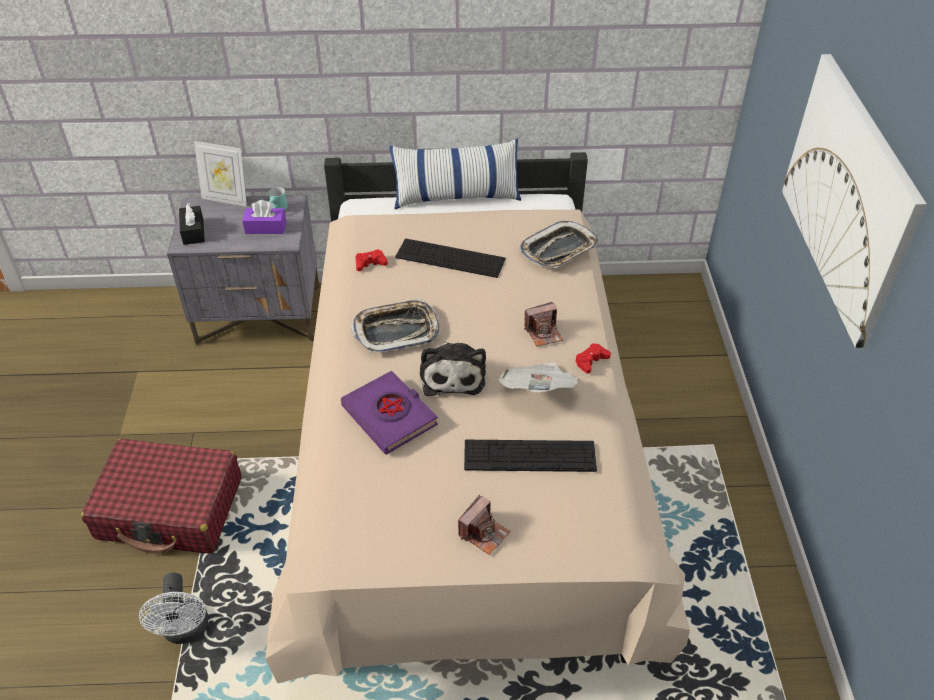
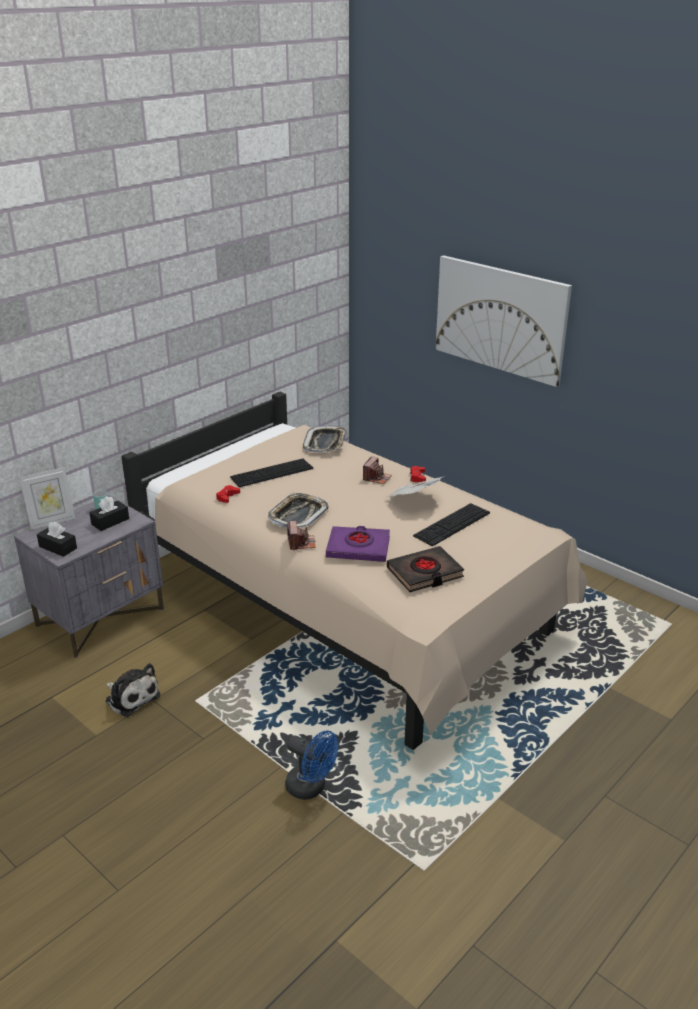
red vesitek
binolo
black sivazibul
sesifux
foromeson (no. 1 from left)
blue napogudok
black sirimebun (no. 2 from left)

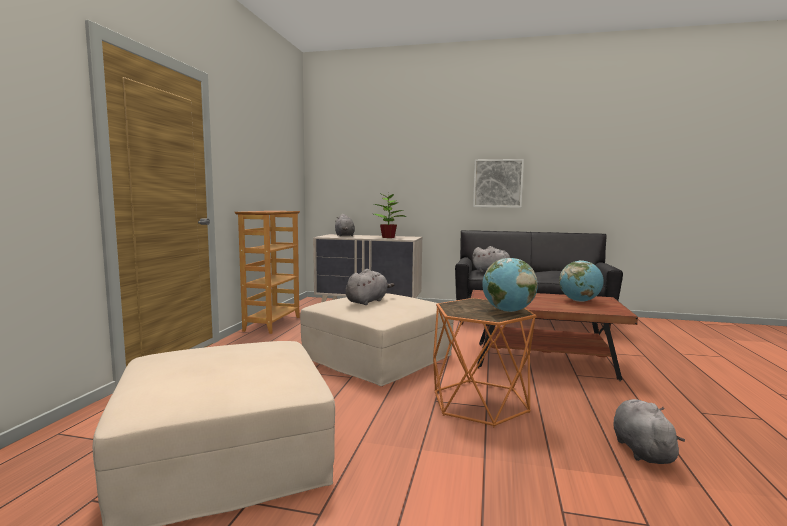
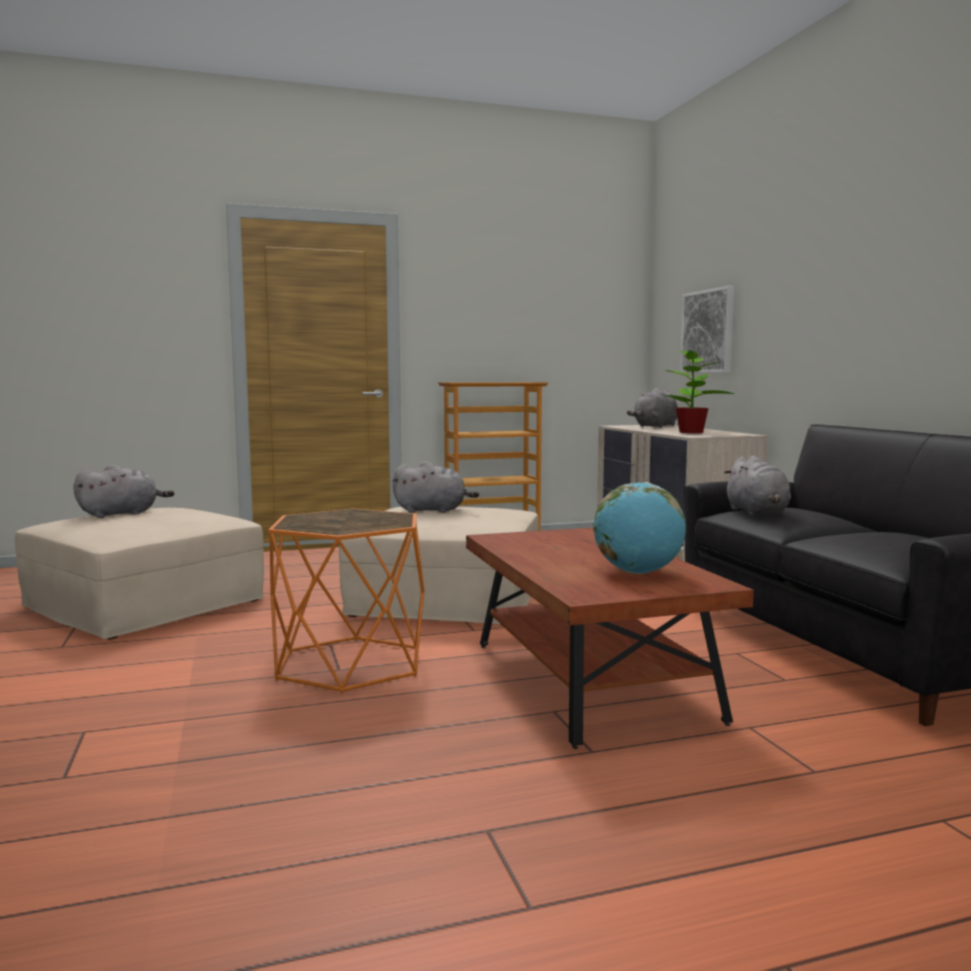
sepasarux (no. 1 from left in the first image)
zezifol
grey sesifux (no. 1 from left)

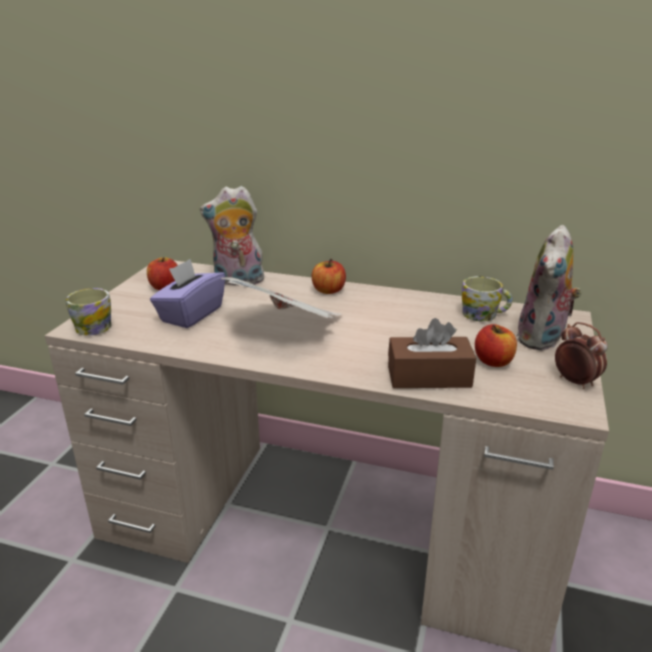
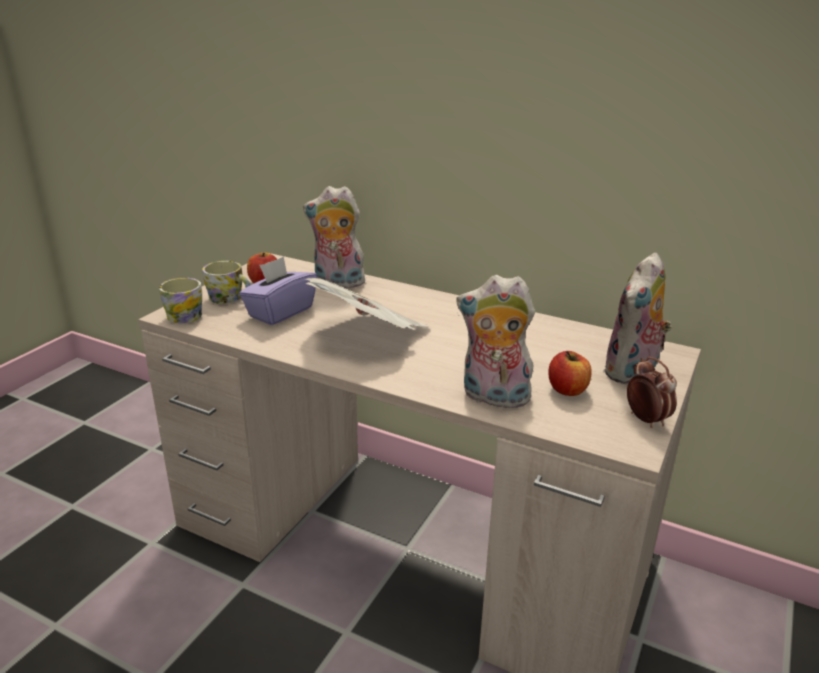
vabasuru (no. 2 from left in the first image)
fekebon (no. 2 from left)
sesifux (no. 2 from left)

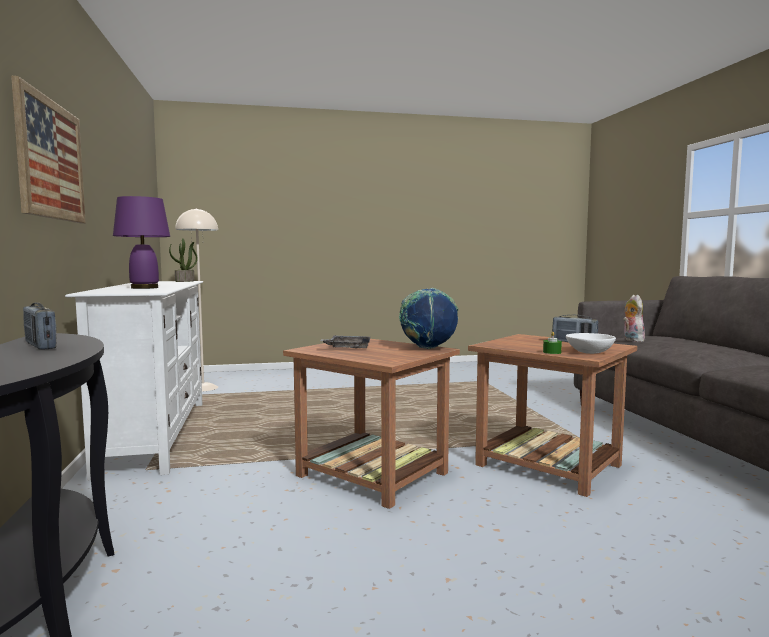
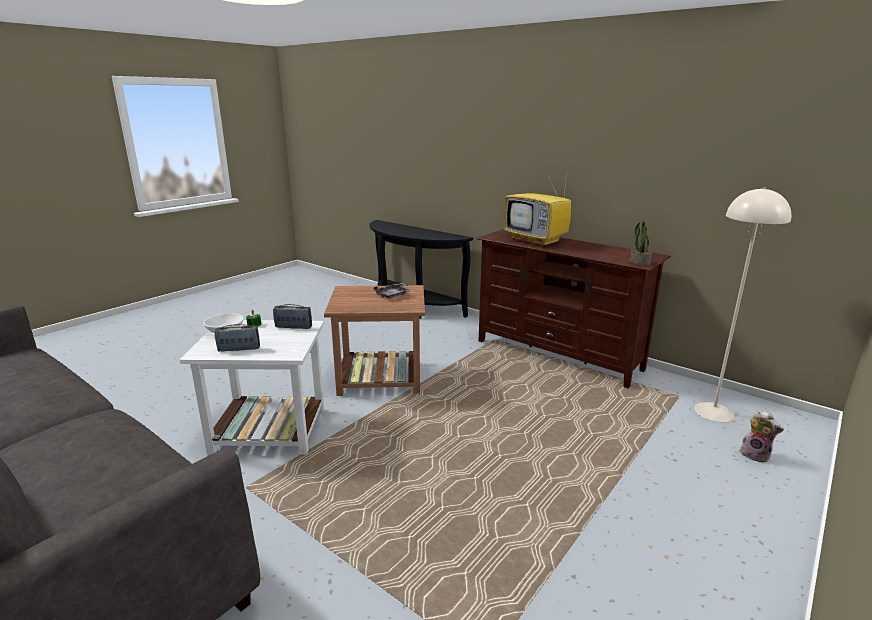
zezifol
sepasarux
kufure (no. 2 from left)
sesifux
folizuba
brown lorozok
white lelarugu

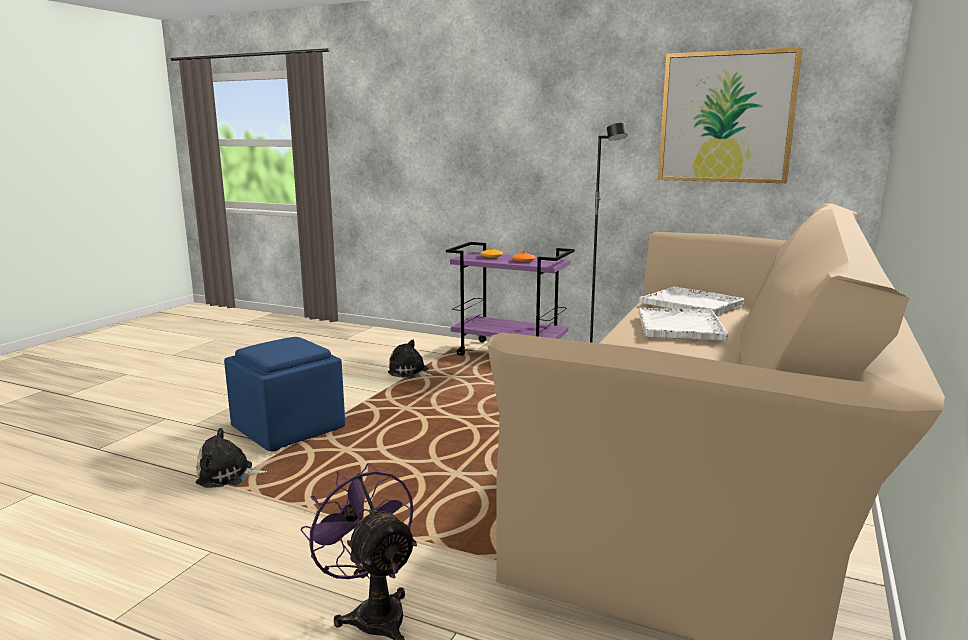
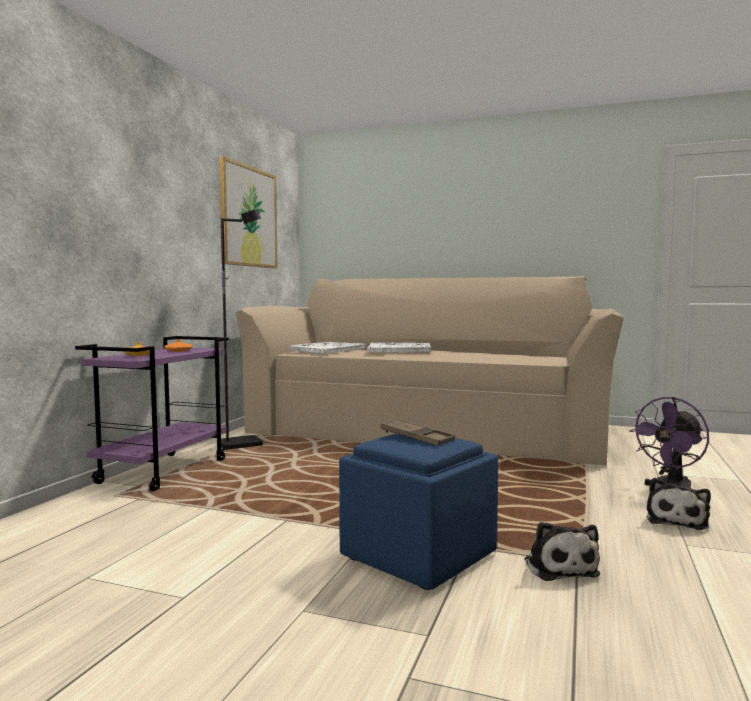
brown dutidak
sesifux (no. 2 from left)

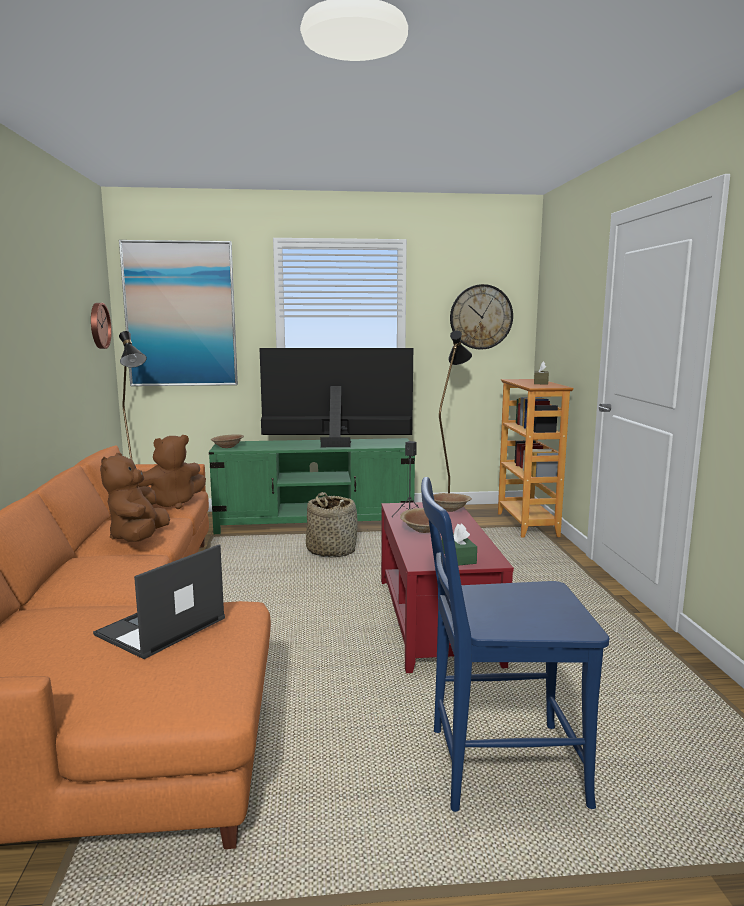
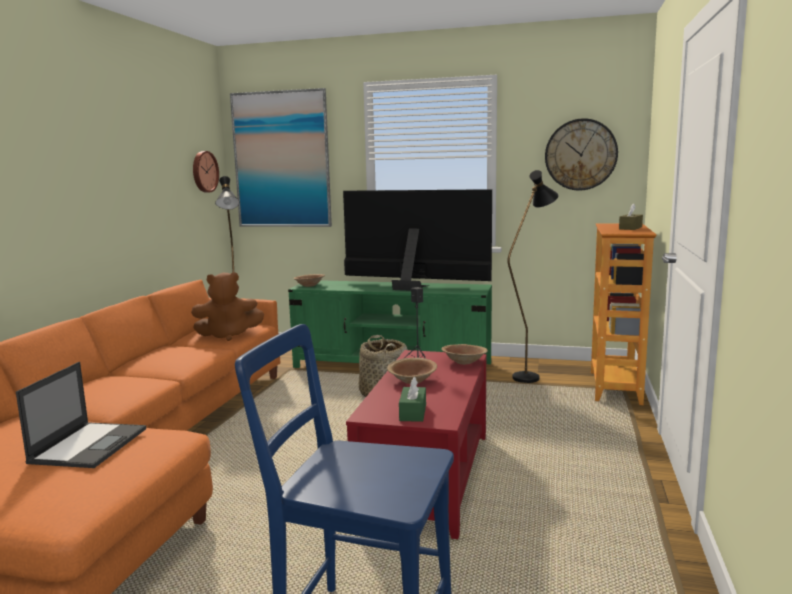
brown sesifux (no. 1 from left in the first image)
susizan

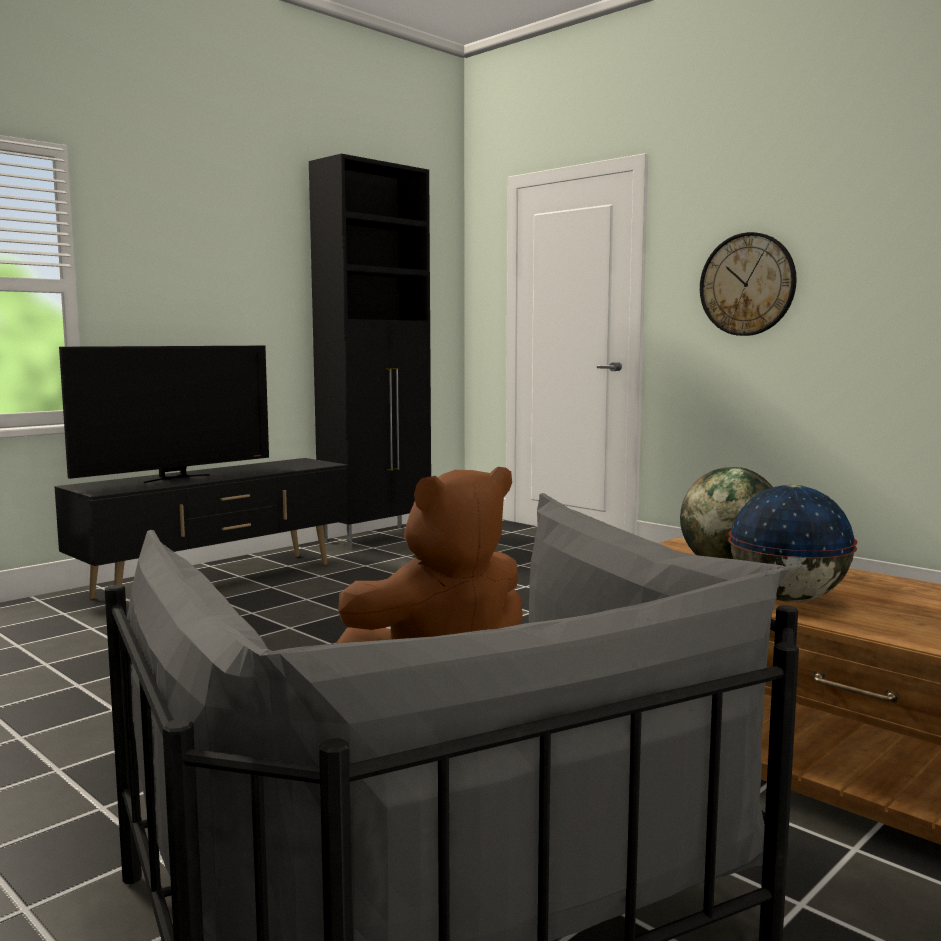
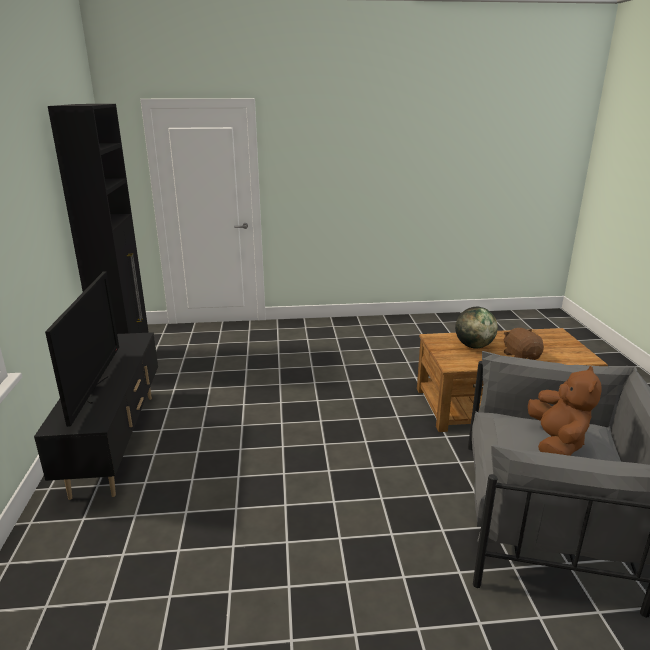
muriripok
brown sesifux (no. 1 from left)

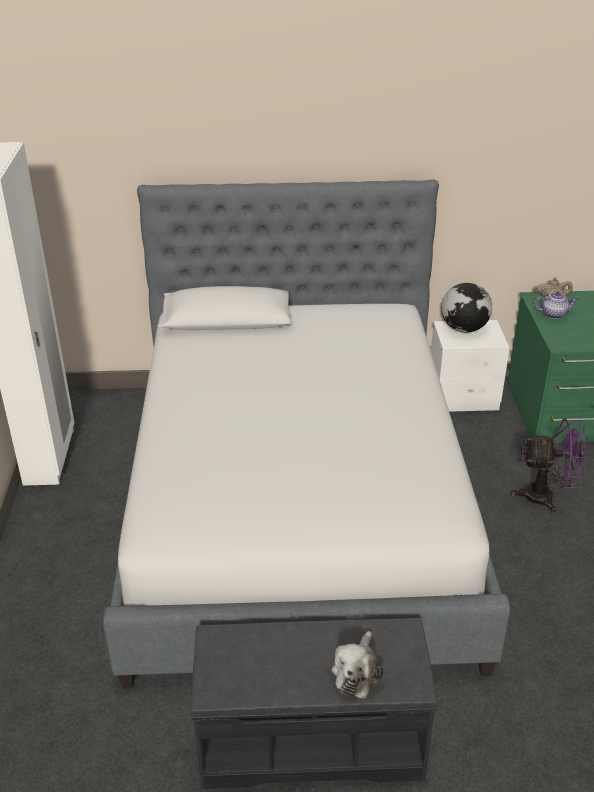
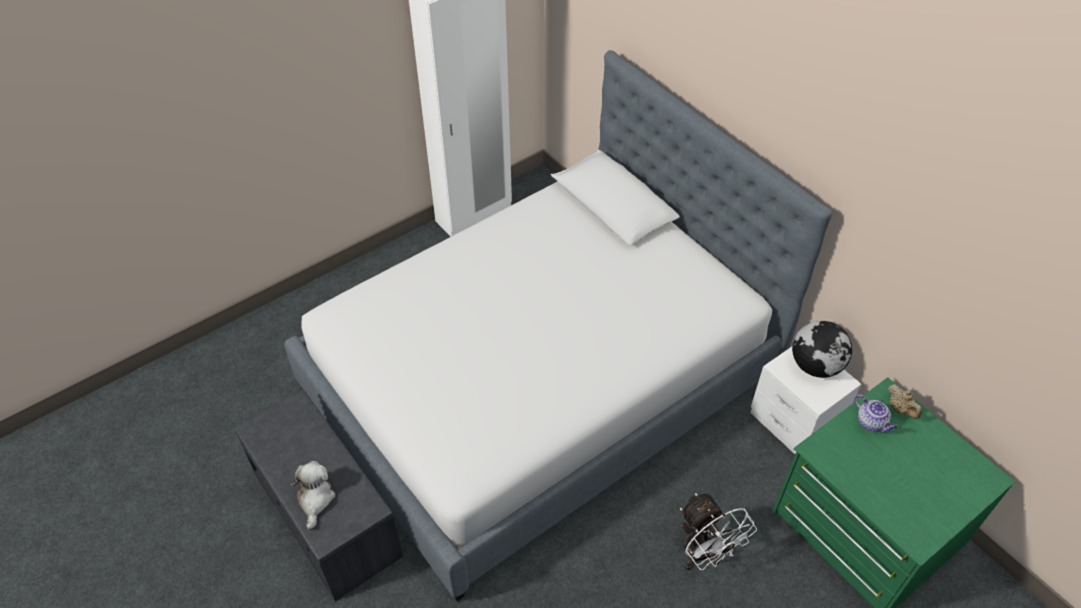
white napogudok
sesifux

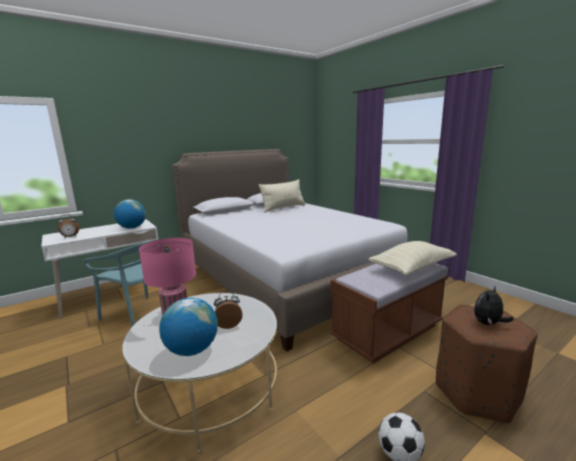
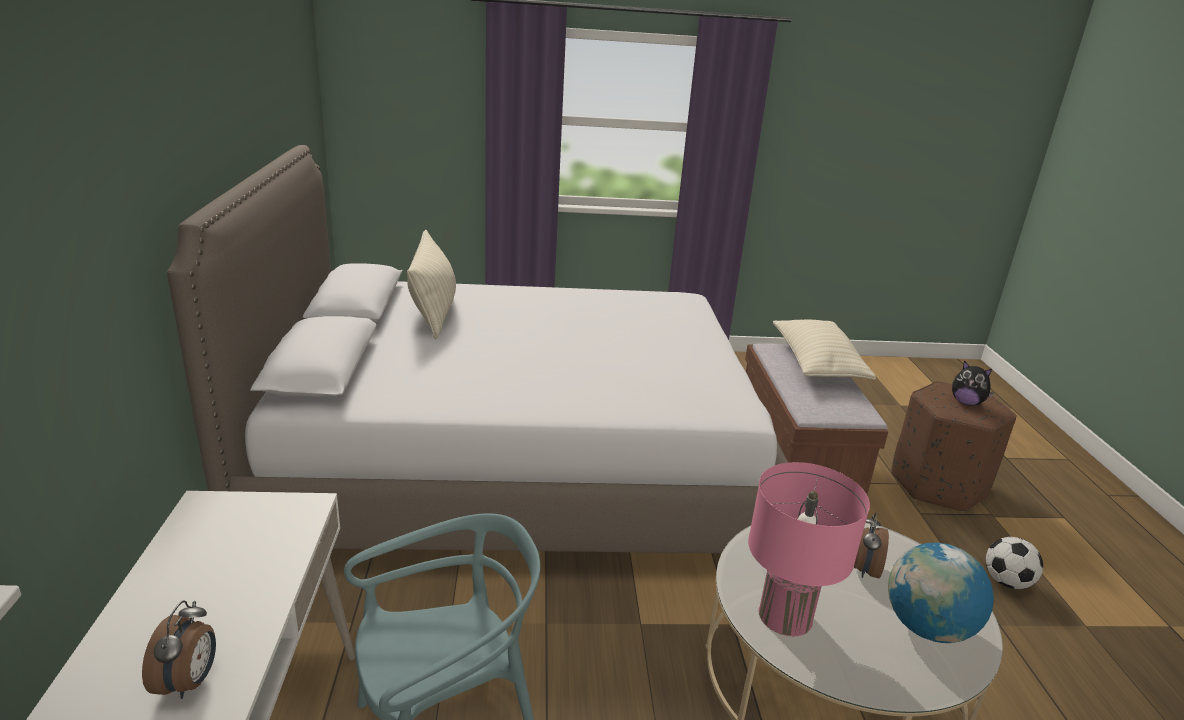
sepasarux (no. 1 from left in the first image)
sesifux

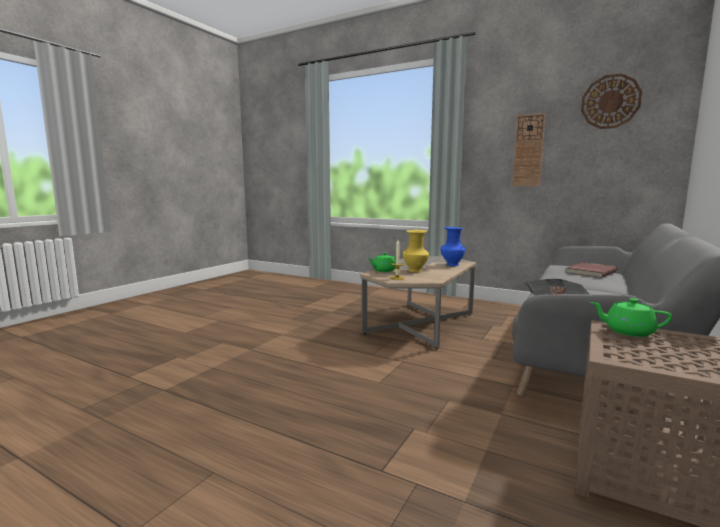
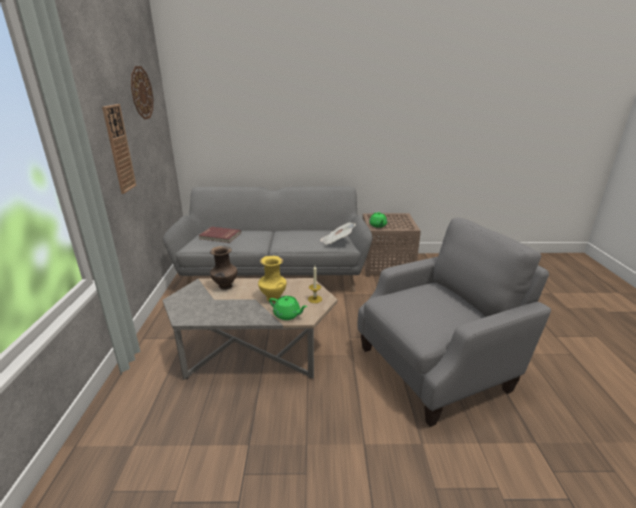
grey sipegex
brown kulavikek

